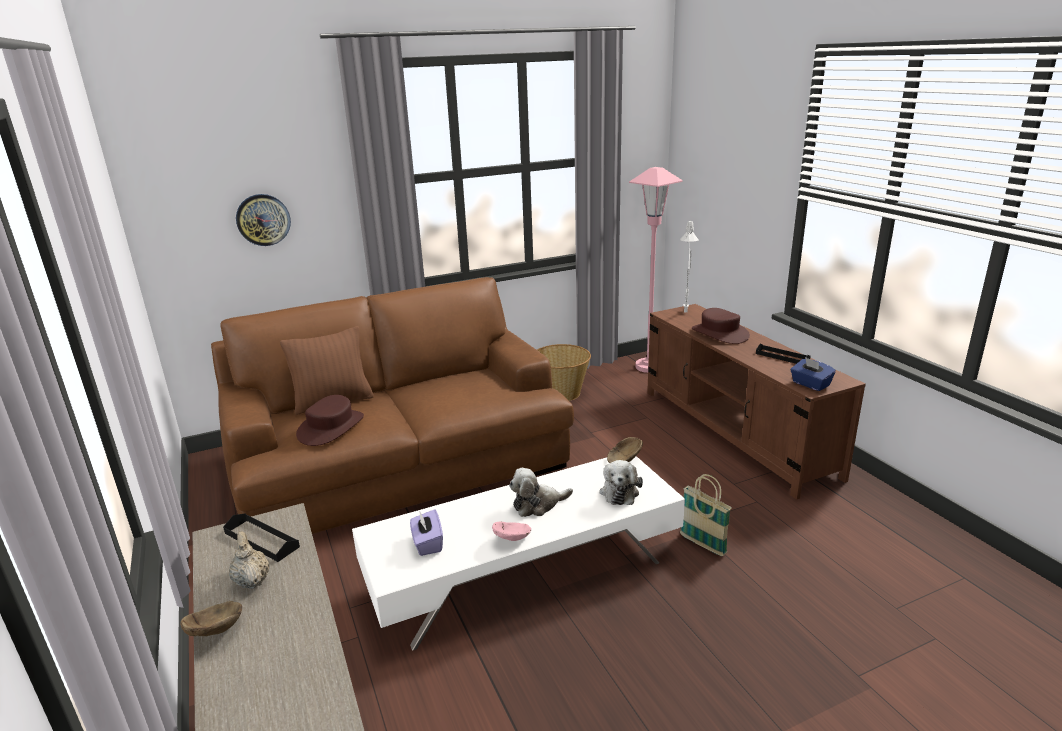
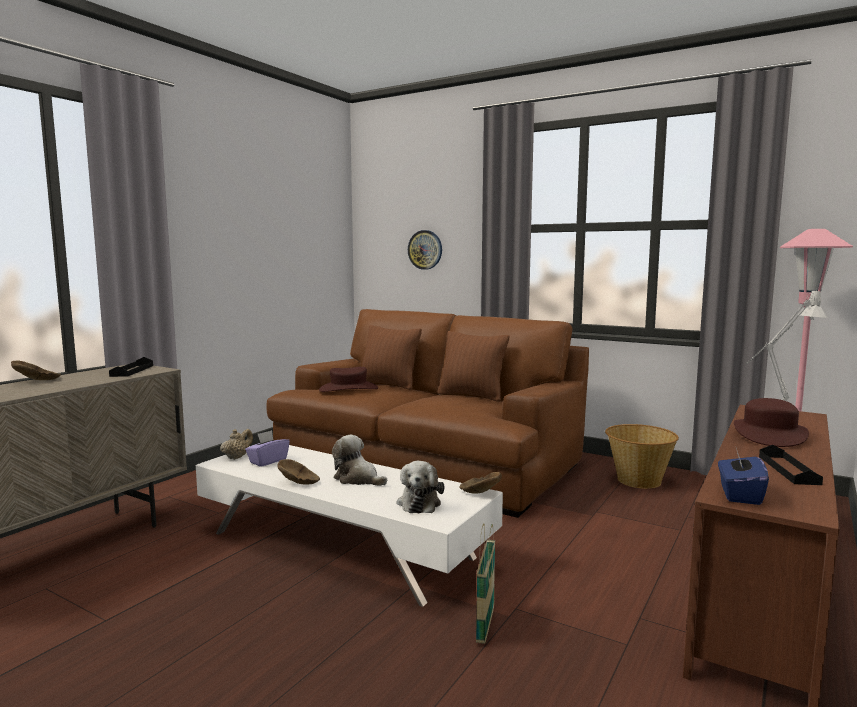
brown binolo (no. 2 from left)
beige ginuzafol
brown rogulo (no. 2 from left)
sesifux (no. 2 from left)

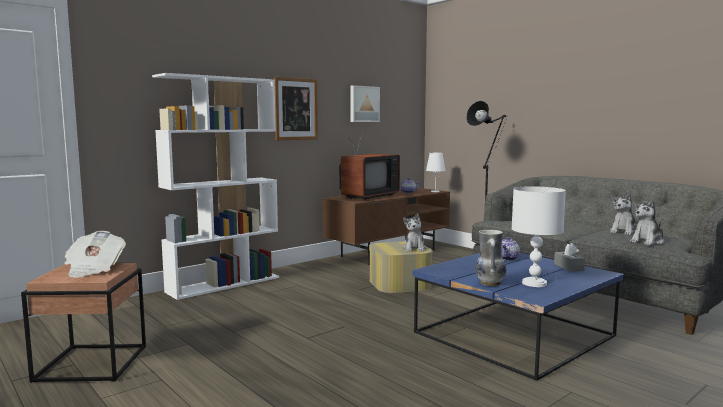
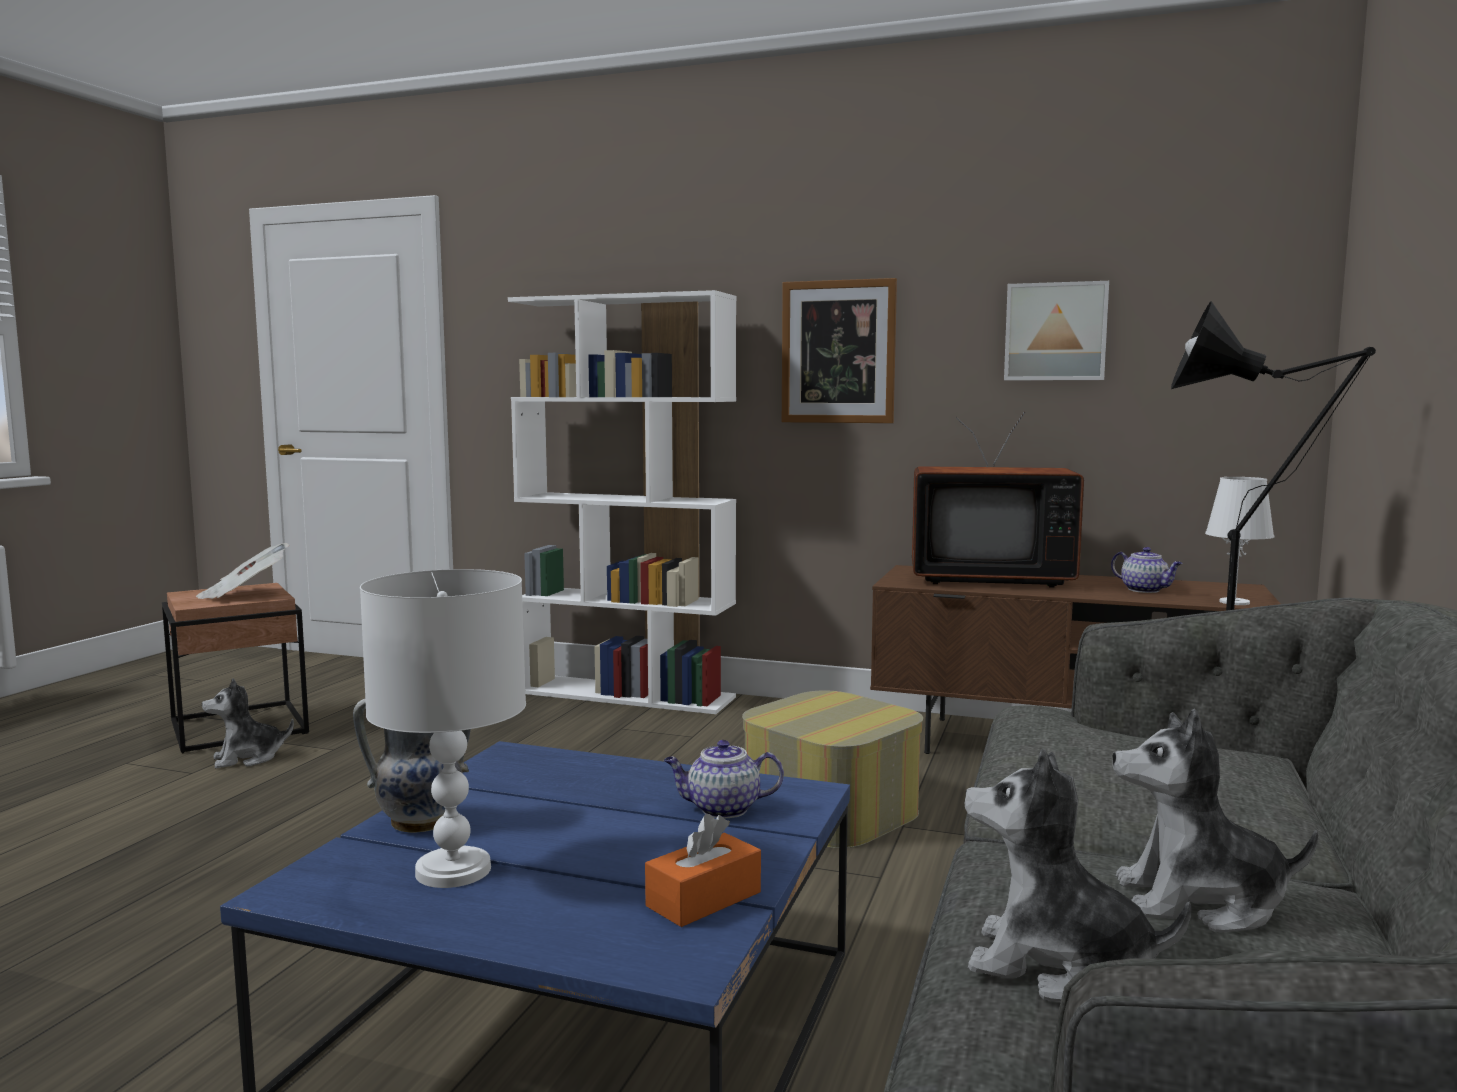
sesifux (no. 1 from left)
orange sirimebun

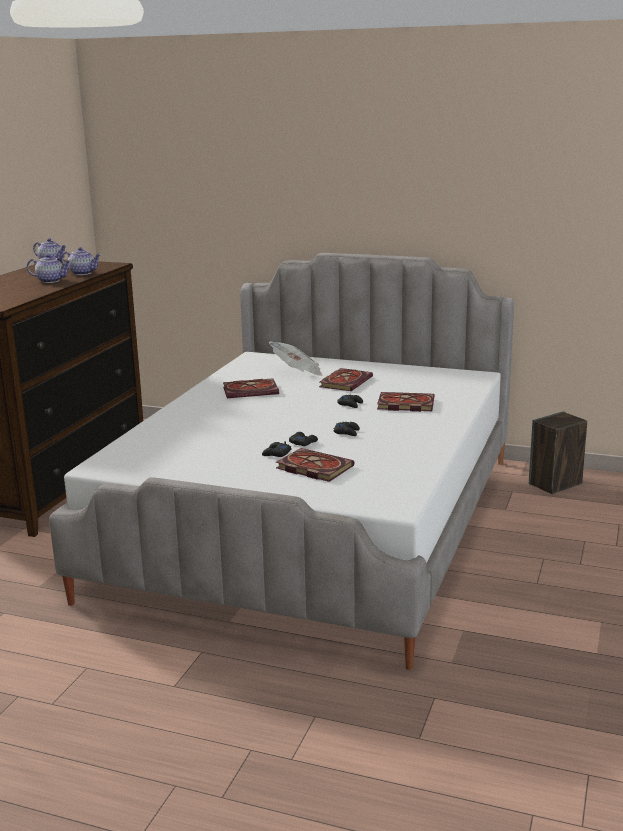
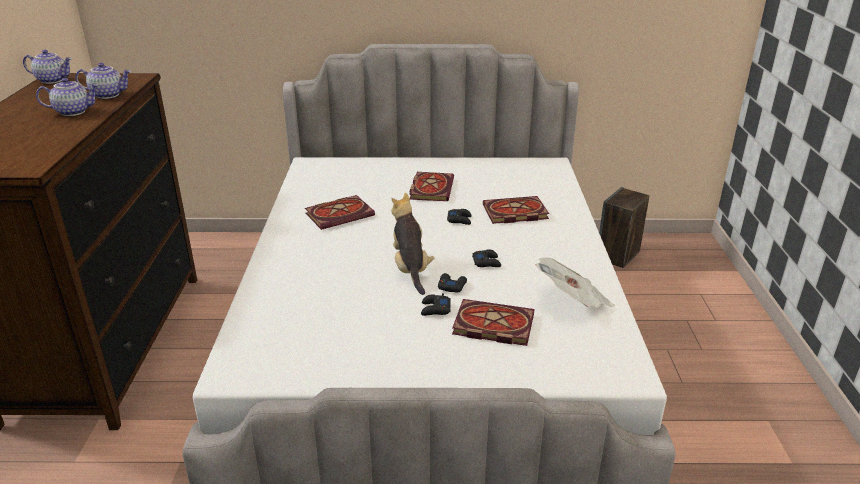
sesifux
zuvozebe

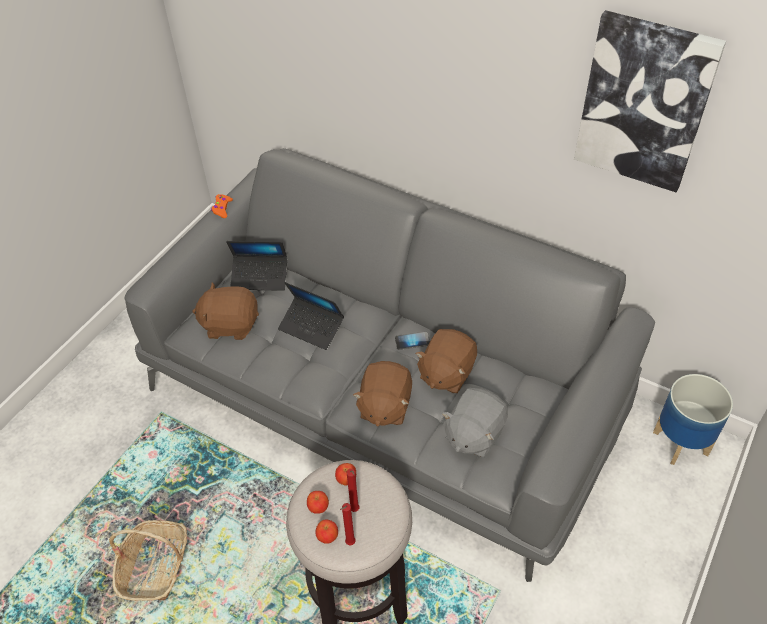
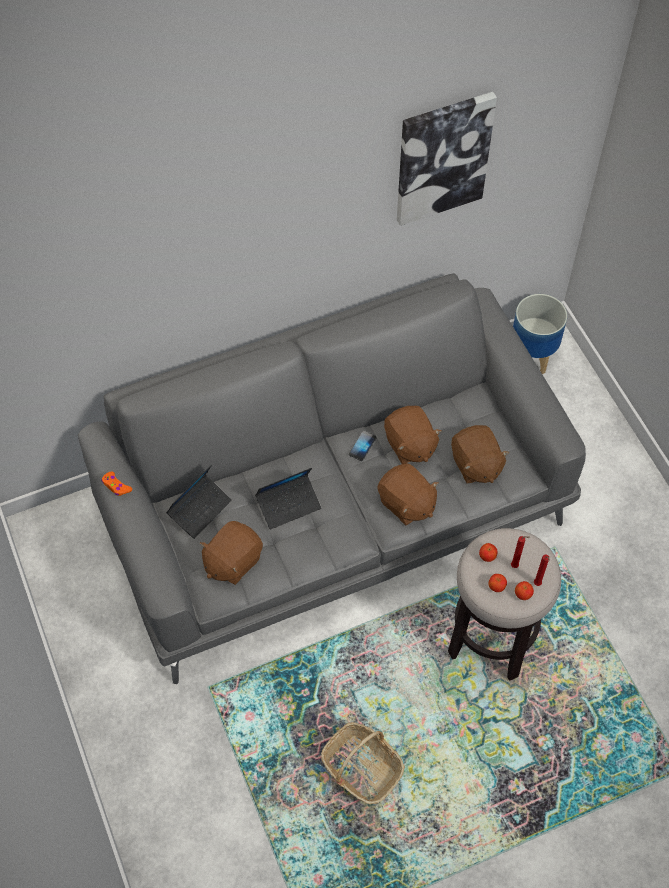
brown sesifux (no. 4 from left)

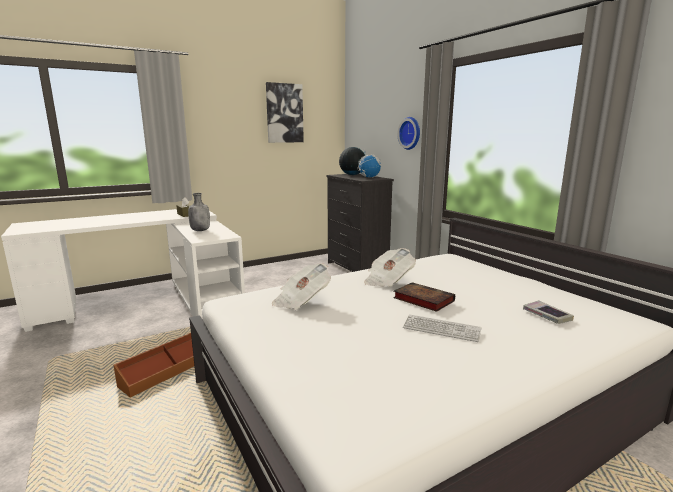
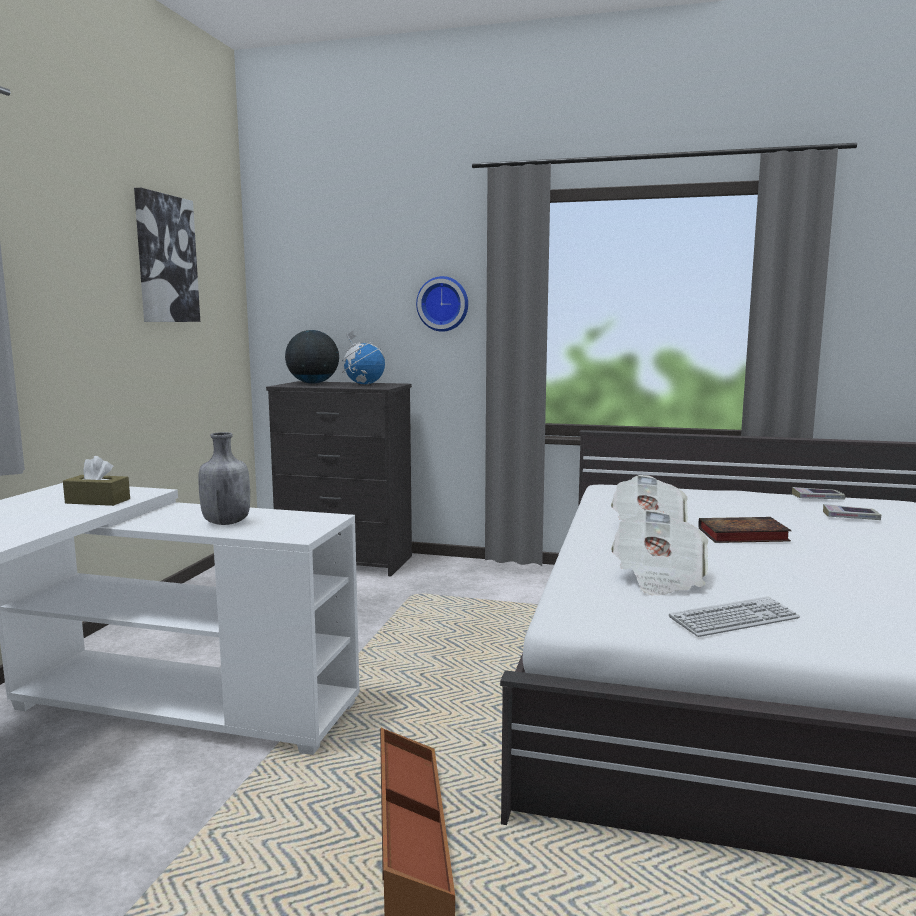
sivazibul (no. 2 from left)
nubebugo

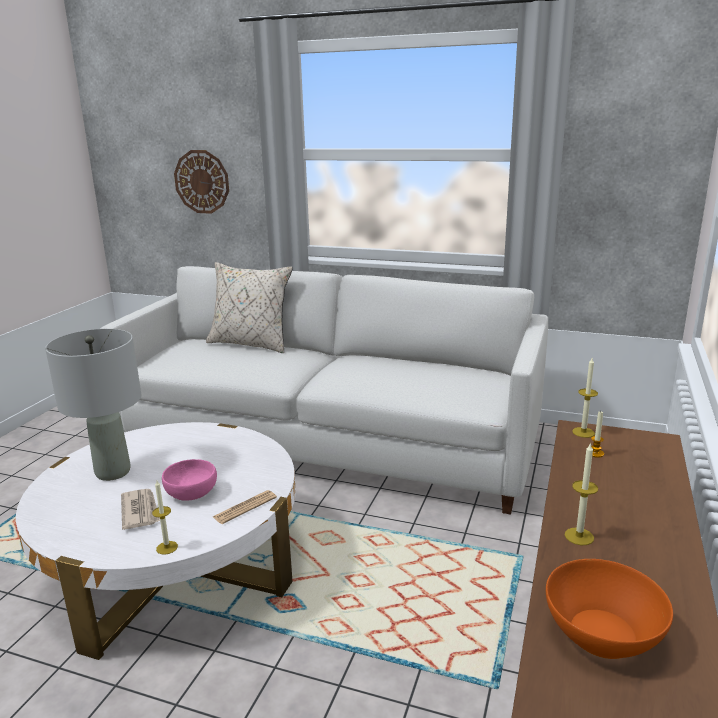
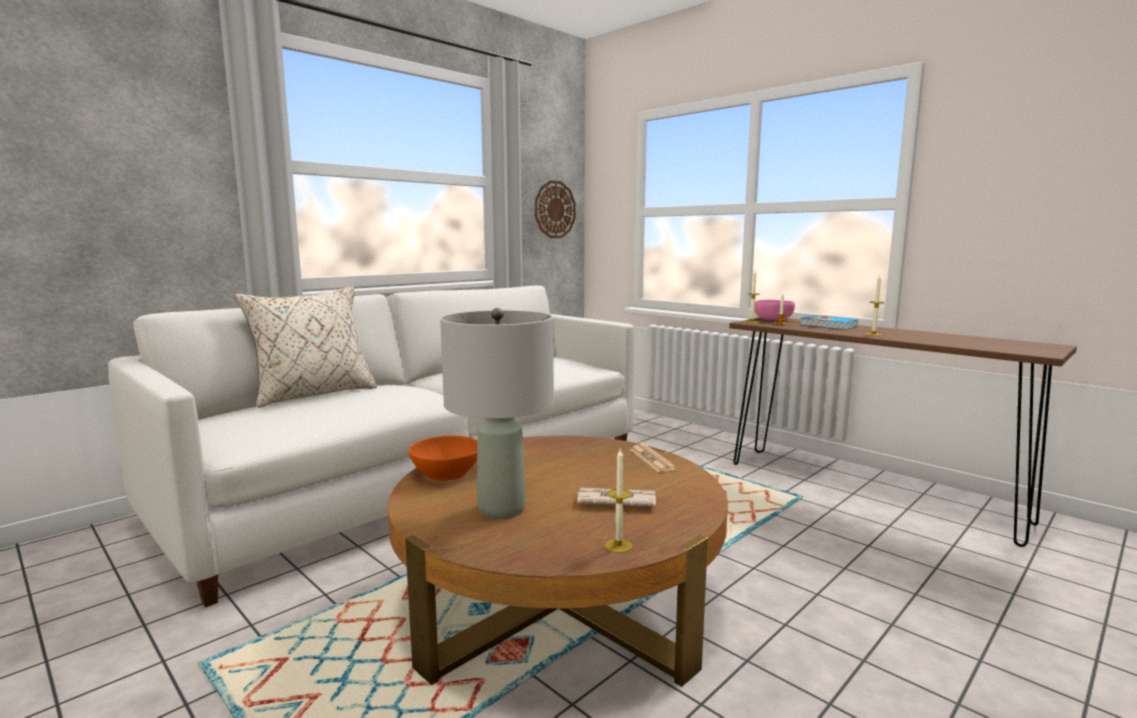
sivazibul
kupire (no. 1 from left)
pink rogulo
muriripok
orange rogulo
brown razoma

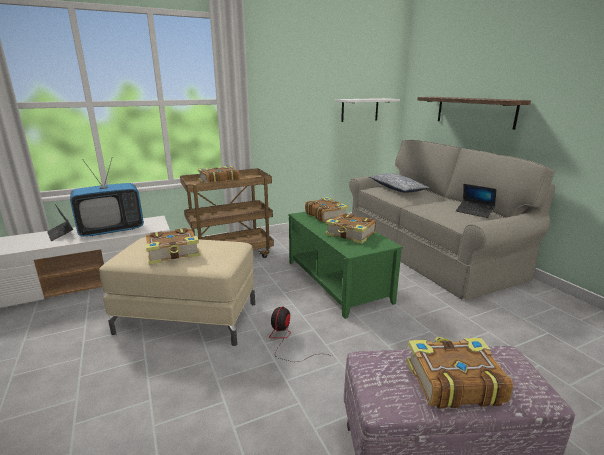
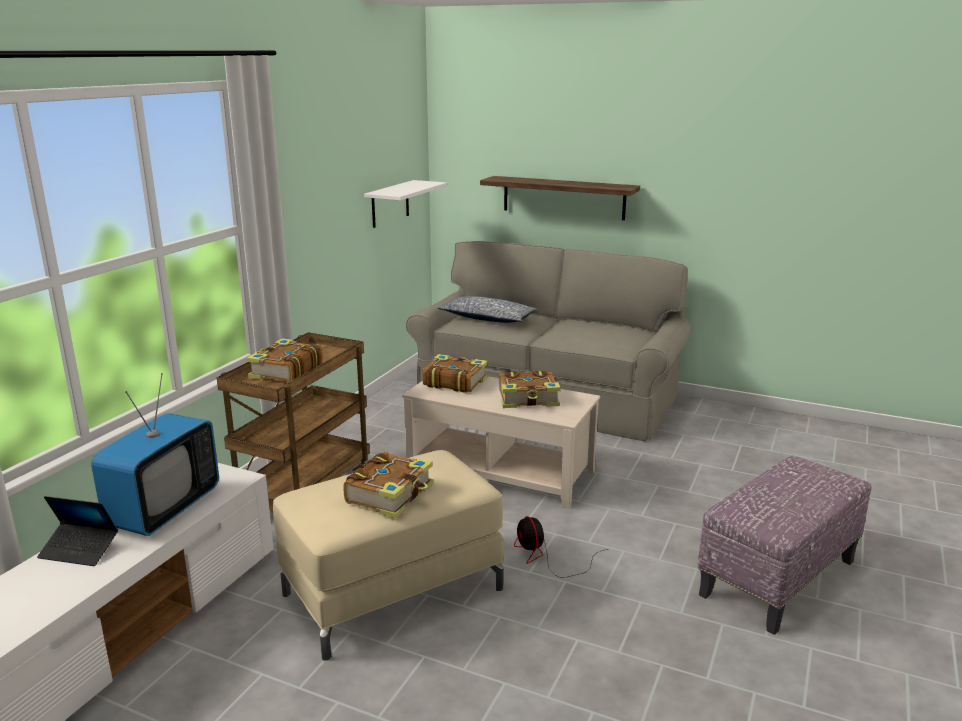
sivazibul (no. 5 from left in the first image)
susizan (no. 2 from left in the first image)
beige razoma

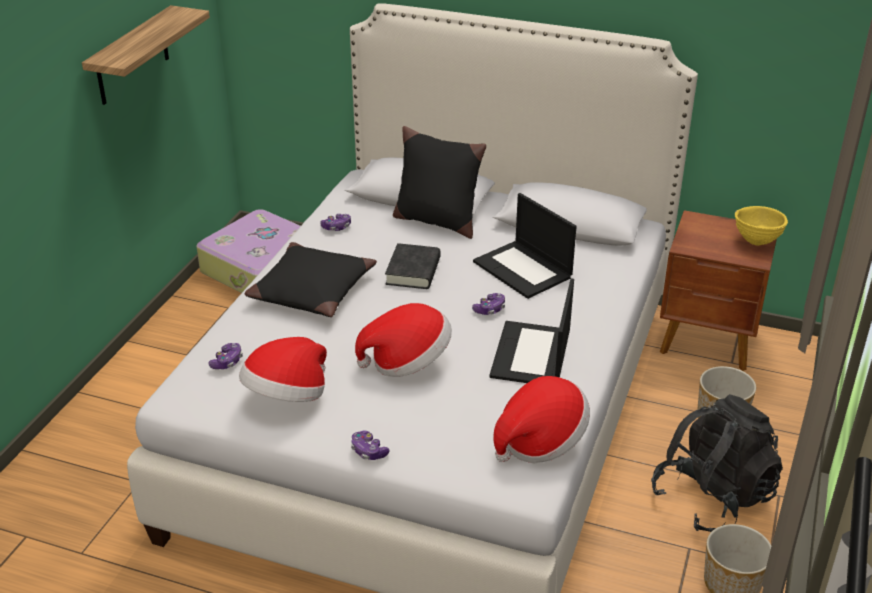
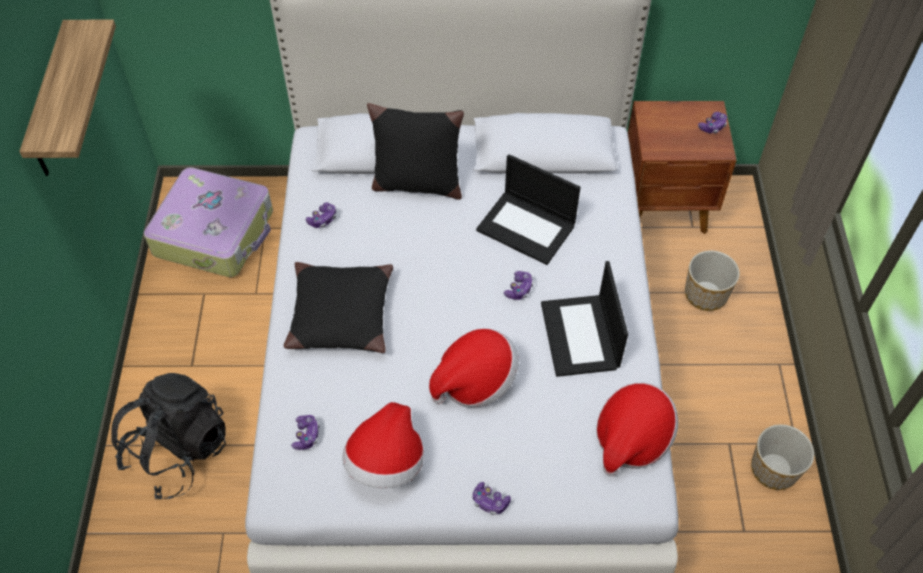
black sivazibul
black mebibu
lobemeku (no. 5 from left)

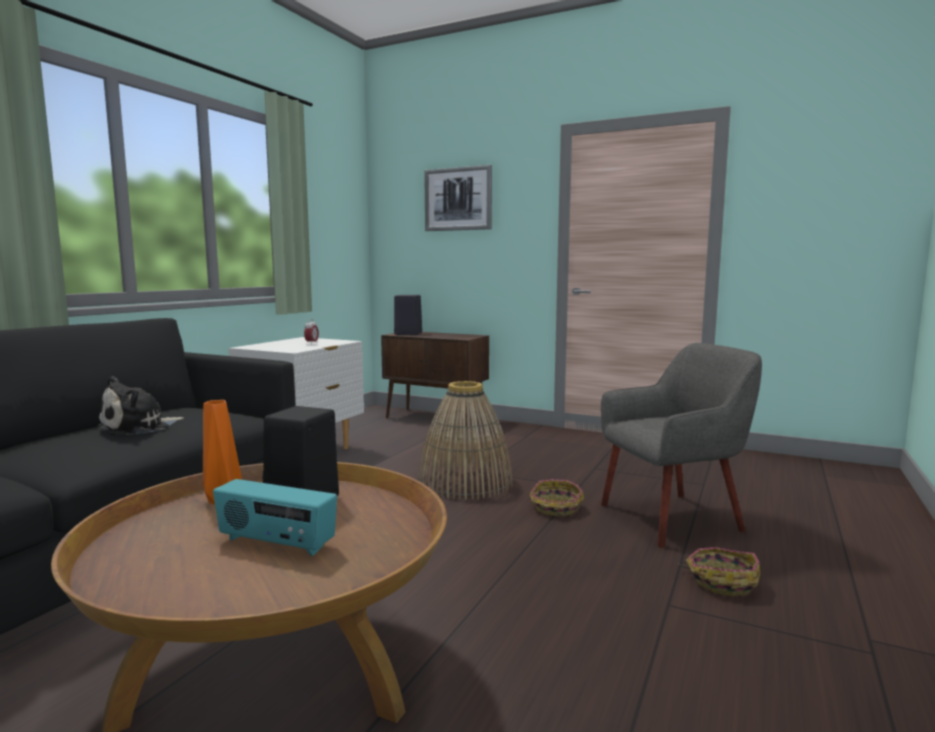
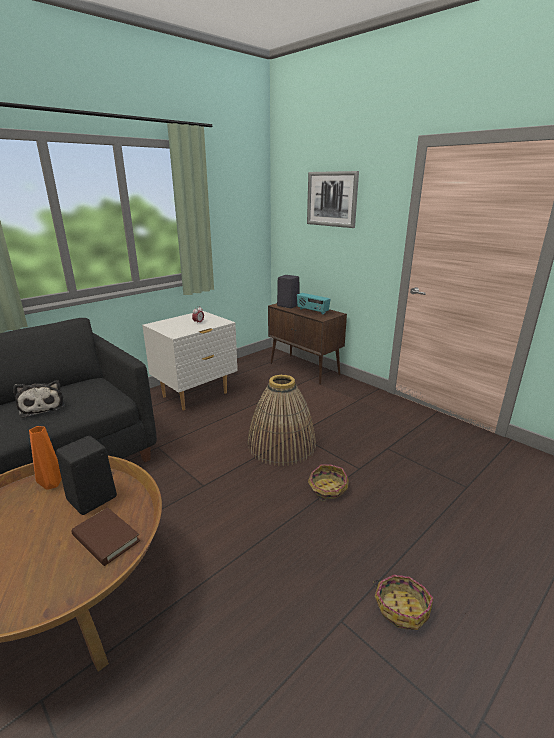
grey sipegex
brown sivazibul
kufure
sesifux

